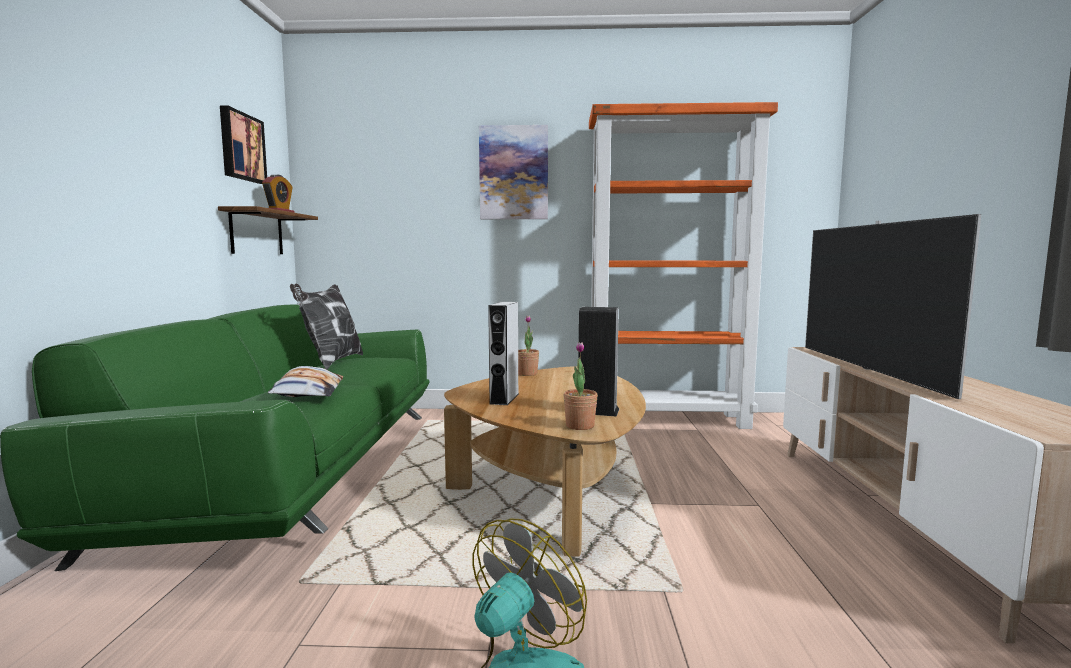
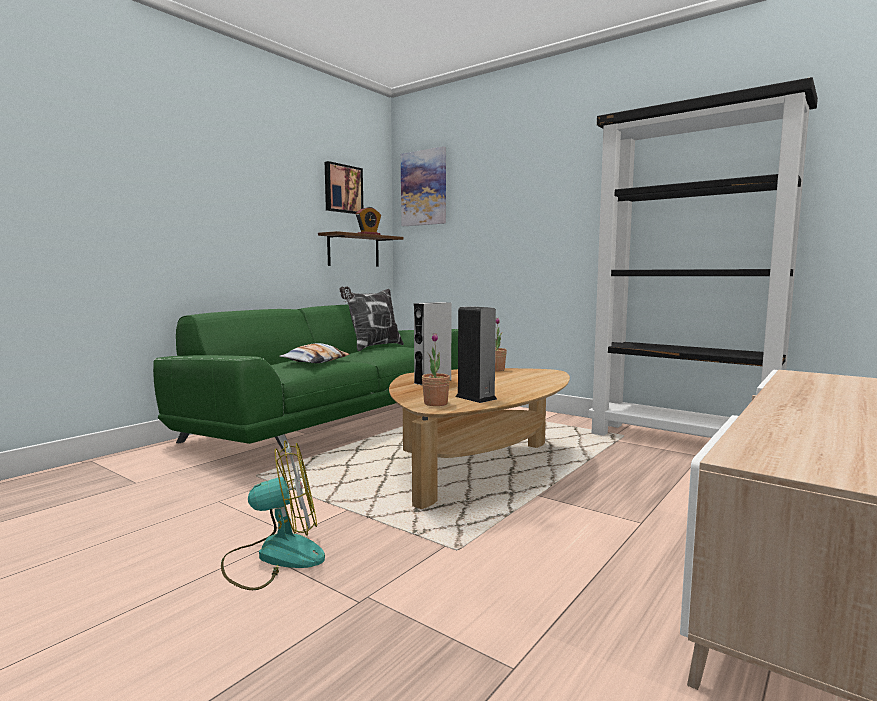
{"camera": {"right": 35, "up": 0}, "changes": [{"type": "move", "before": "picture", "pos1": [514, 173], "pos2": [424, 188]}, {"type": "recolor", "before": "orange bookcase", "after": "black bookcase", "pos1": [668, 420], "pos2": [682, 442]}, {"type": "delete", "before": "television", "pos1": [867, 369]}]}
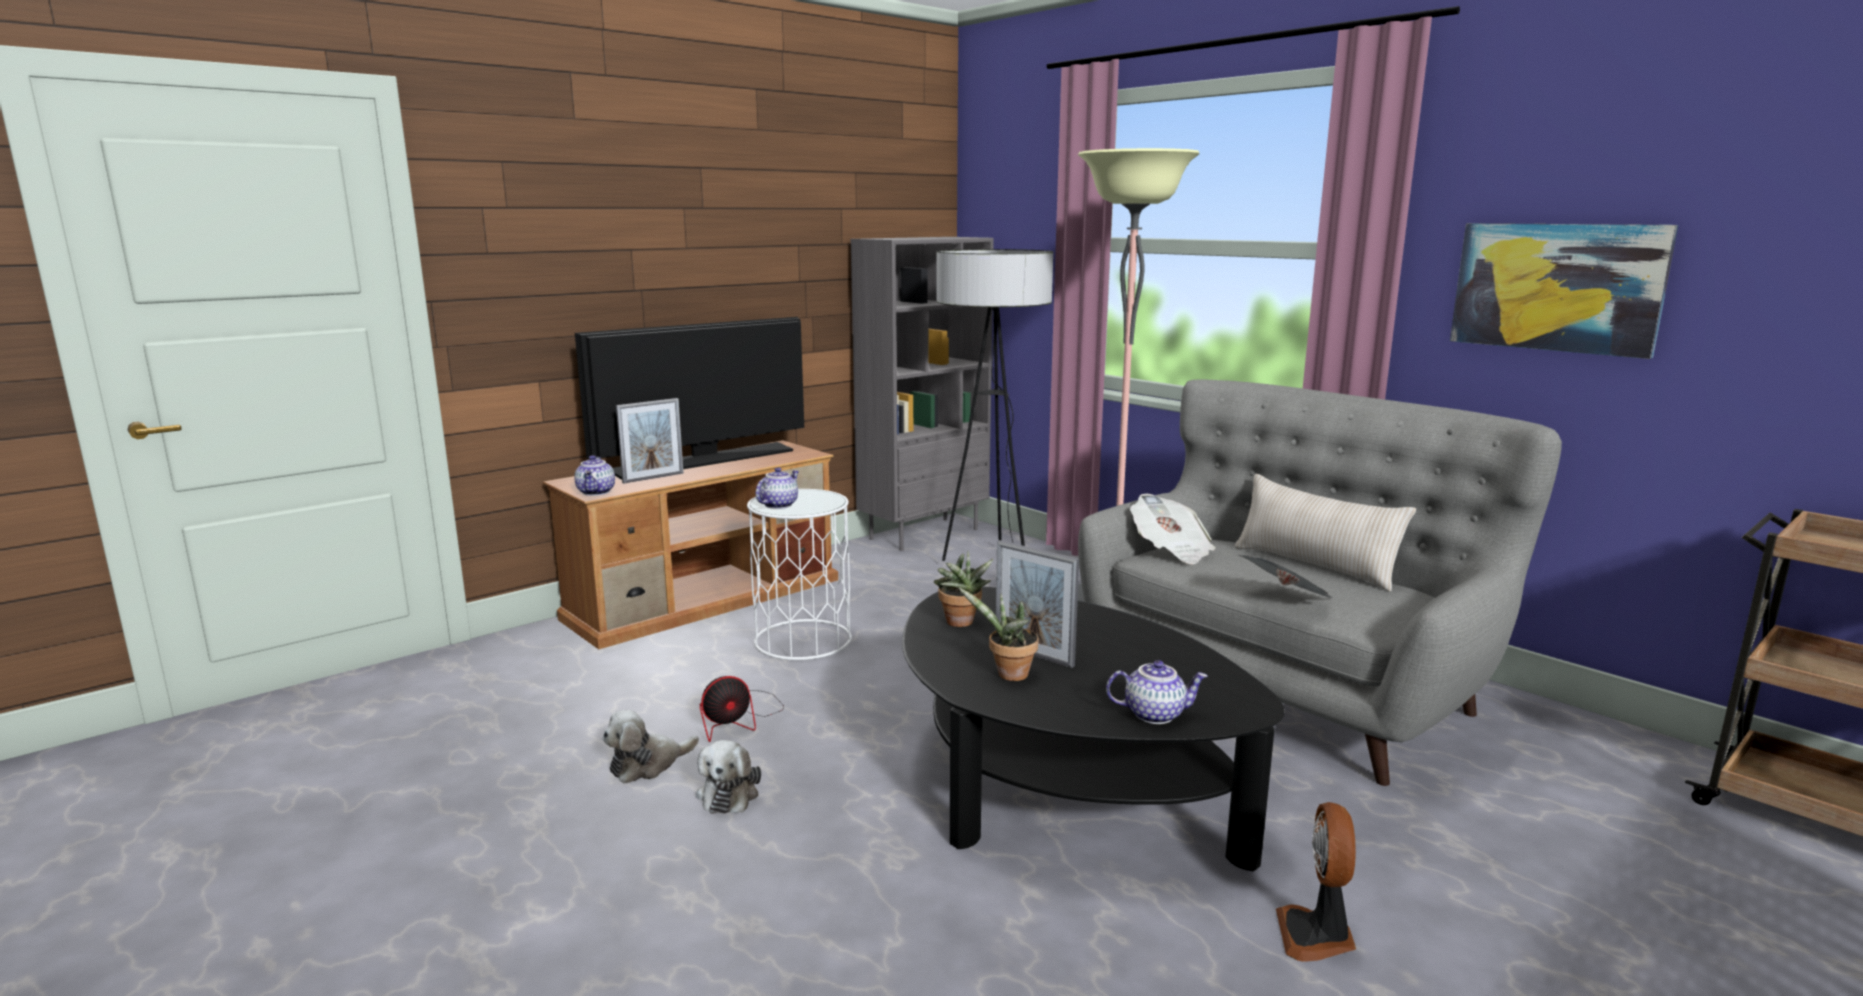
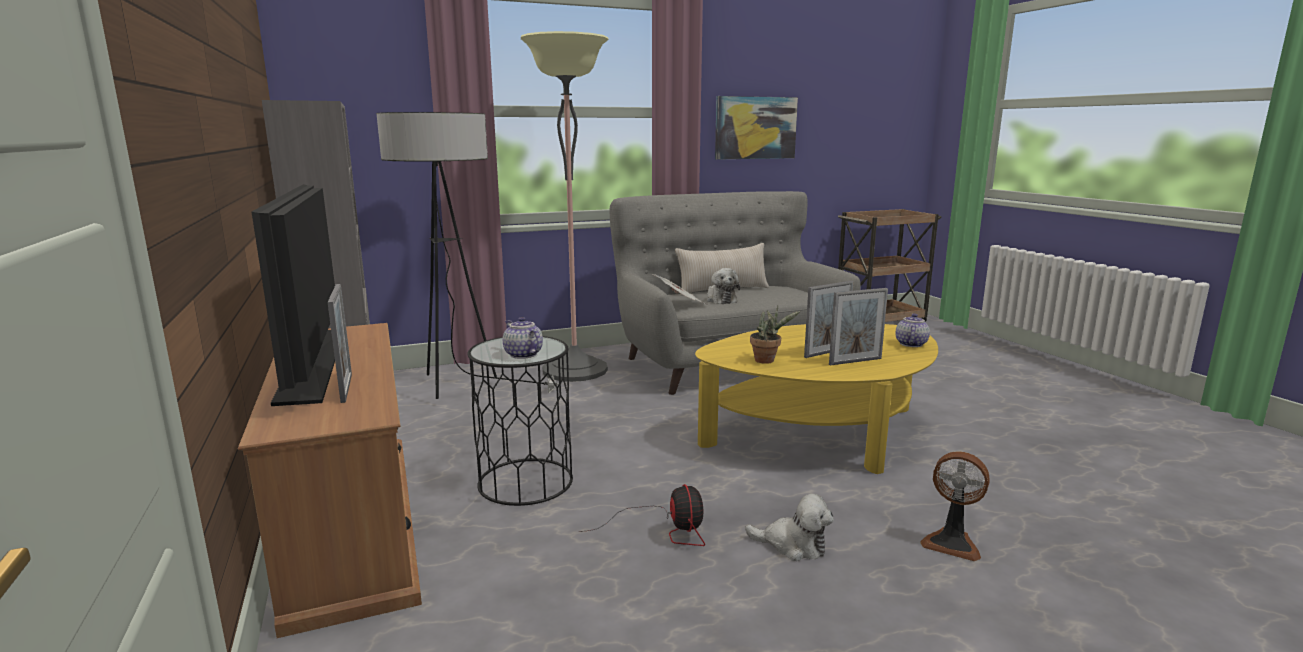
{"camera": {"right": -70, "up": 0}, "changes": [{"type": "recolor", "before": "white side table", "after": "black side table", "pos1": [802, 640], "pos2": [525, 482]}, {"type": "recolor", "before": "black coffee table", "after": "yellow coffee table", "pos1": [1058, 789], "pos2": [820, 434]}, {"type": "move", "before": "plush toy", "pos1": [648, 765], "pos2": [720, 299]}, {"type": "replace", "before": "potted plant", "after": "picture frame", "pos1": [1008, 675], "pos2": [855, 361]}, {"type": "move", "before": "fan", "pos1": [1316, 936], "pos2": [952, 543]}, {"type": "delete", "before": "teapot", "pos1": [597, 492]}, {"type": "delete", "before": "newspaper", "pos1": [1287, 602]}]}
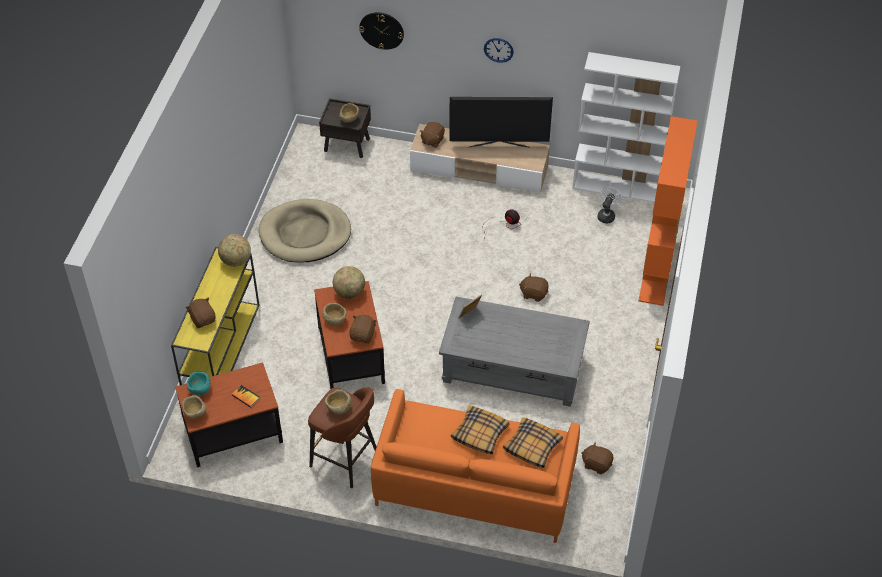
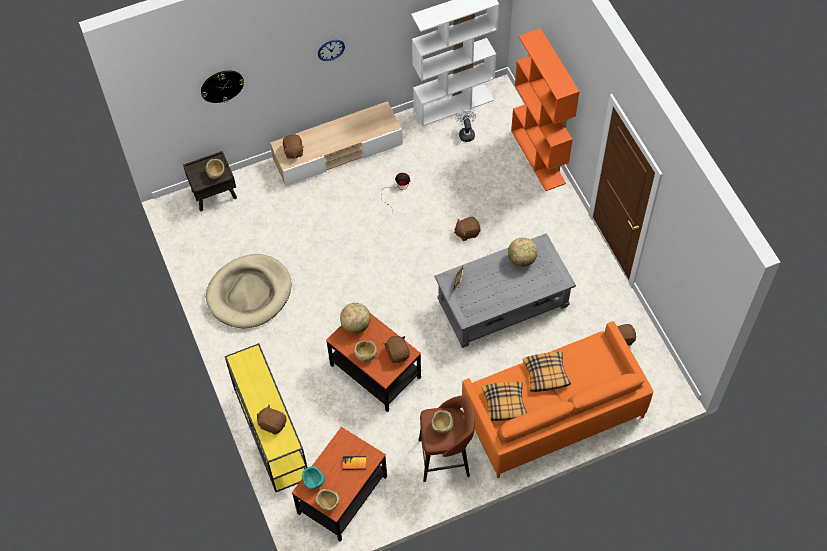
{"camera": {"right": -35, "up": 10}, "changes": [{"type": "move", "before": "pillow", "pos1": [532, 447], "pos2": [504, 404]}, {"type": "move", "before": "globe", "pos1": [236, 261], "pos2": [522, 259]}, {"type": "delete", "before": "television", "pos1": [499, 146]}]}
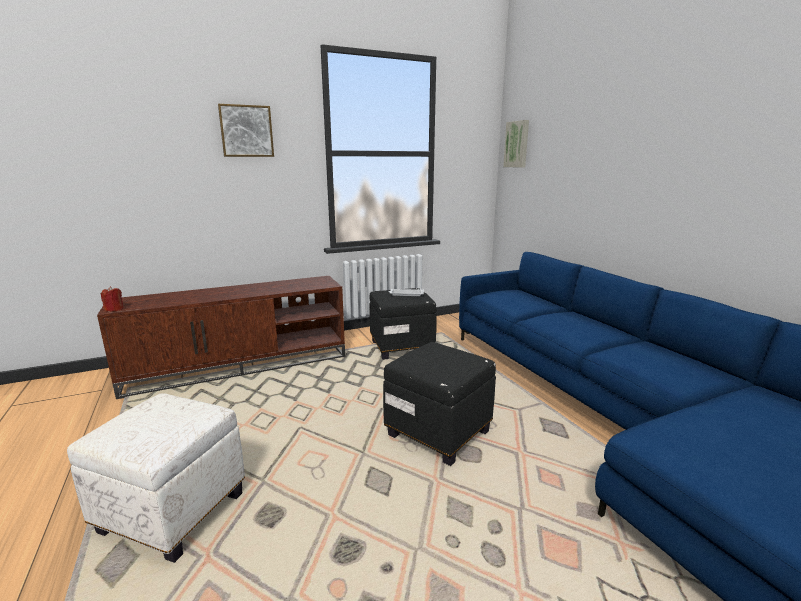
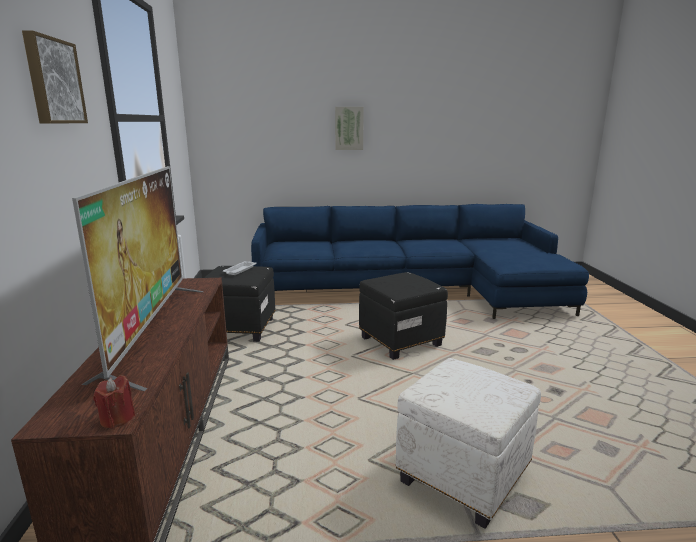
{"camera": {"right": -70, "up": 0}, "changes": [{"type": "insert", "after": "television", "pos2": [151, 330]}, {"type": "move", "before": "picture", "pos1": [517, 144], "pos2": [349, 128]}]}
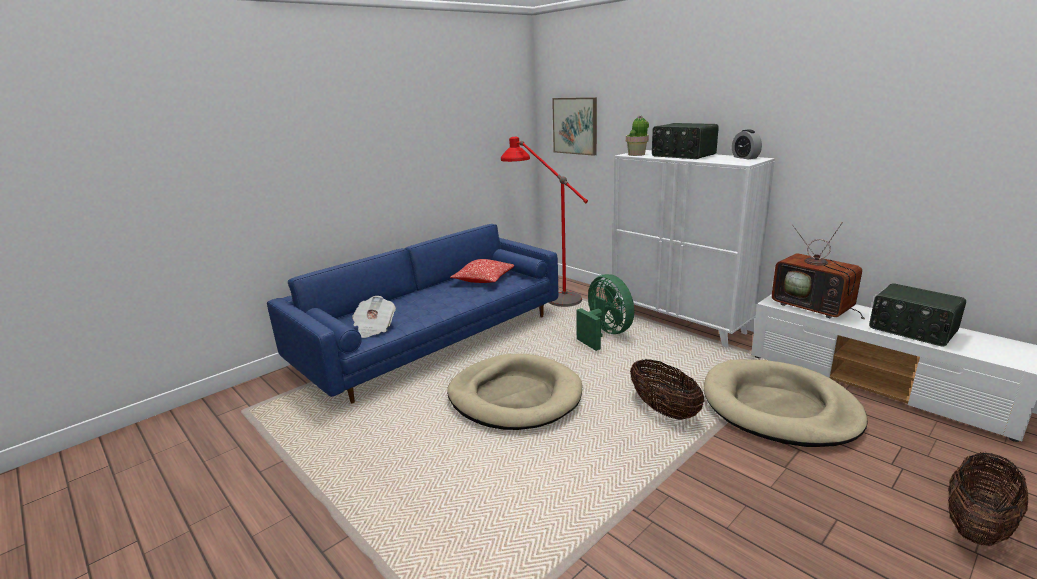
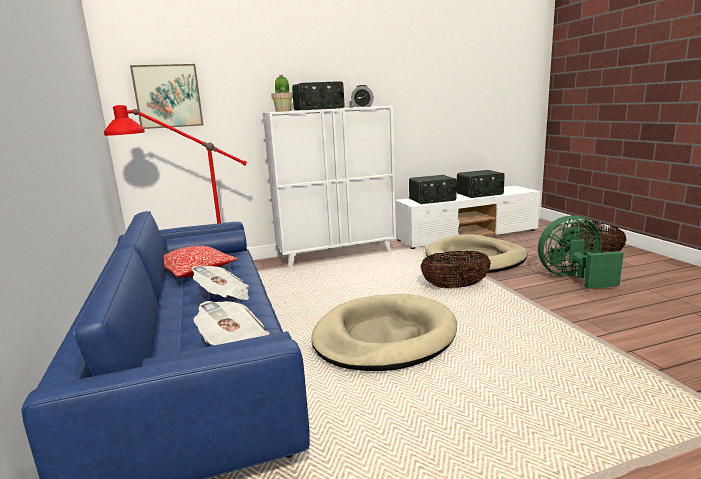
{"camera": {"right": -65, "up": -5}, "changes": [{"type": "insert", "after": "newspaper", "pos2": [224, 296]}, {"type": "replace", "before": "television", "after": "radio", "pos1": [815, 307], "pos2": [432, 200]}, {"type": "move", "before": "green fan", "pos1": [605, 334], "pos2": [573, 278]}]}
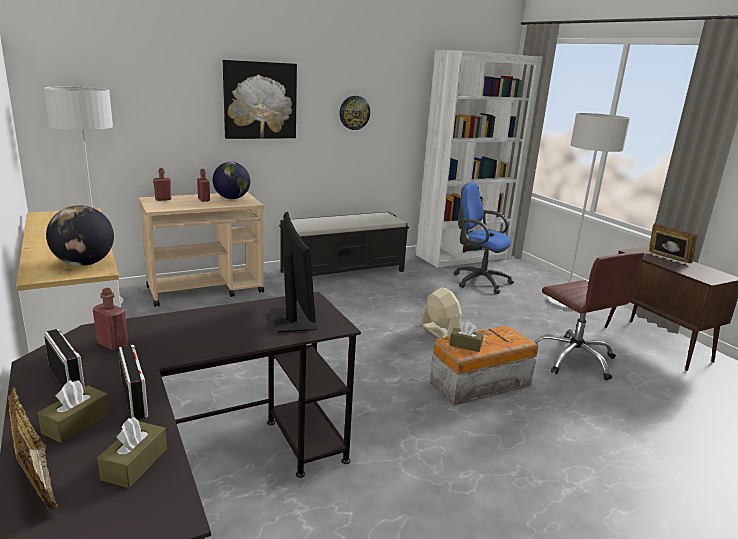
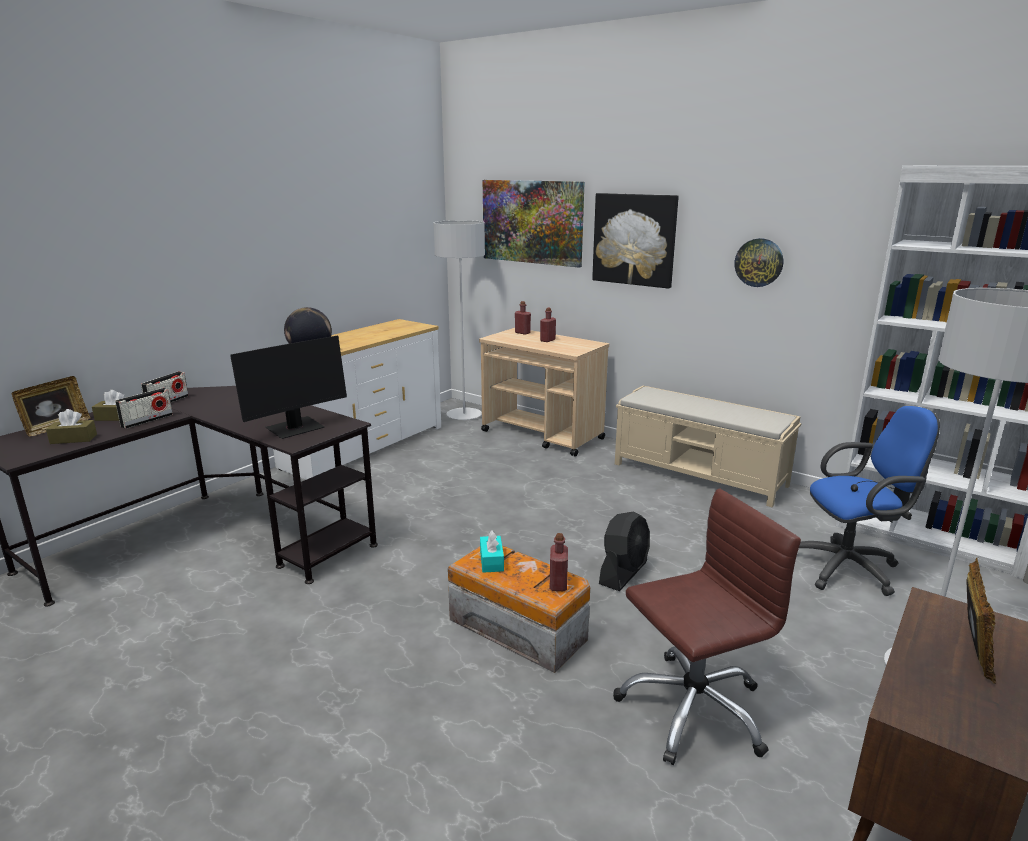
{"camera": {"right": 65, "up": 0}, "changes": [{"type": "recolor", "before": "brown tissue box", "after": "turquoise tissue box", "pos1": [465, 345], "pos2": [491, 561]}, {"type": "insert", "after": "picture", "pos2": [532, 222]}, {"type": "move", "before": "red bottle", "pos1": [112, 344], "pos2": [558, 584]}, {"type": "recolor", "before": "beige fan", "after": "black fan", "pos1": [439, 332], "pos2": [623, 573]}, {"type": "rotate", "before": "brown office chair", "pos1": [574, 359], "pos2": [692, 708], "turn": -150}, {"type": "recolor", "before": "black bench", "after": "beige bench", "pos1": [344, 271], "pos2": [700, 475]}, {"type": "rotate", "before": "blue office chair", "pos1": [478, 281], "pos2": [850, 568], "turn": 75}, {"type": "delete", "before": "globe", "pos1": [232, 198]}]}
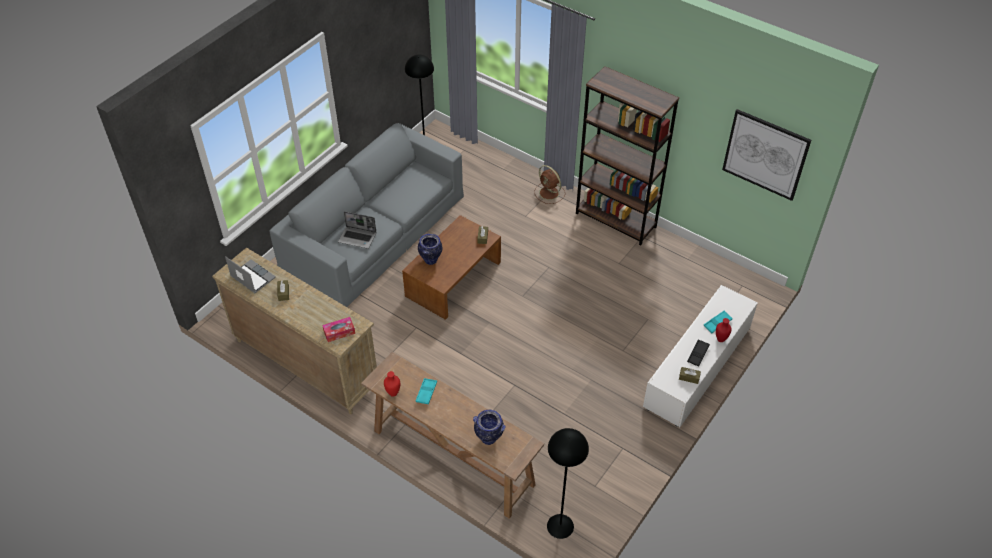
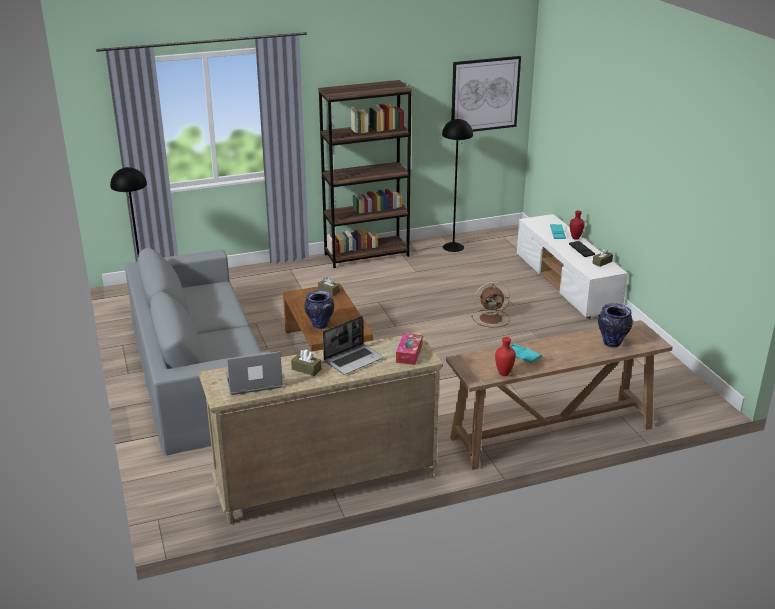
{"camera": {"right": -55, "up": -20}, "changes": [{"type": "move", "before": "laptop", "pos1": [358, 238], "pos2": [353, 359]}, {"type": "move", "before": "black floor lamp", "pos1": [560, 526], "pos2": [453, 247]}, {"type": "move", "before": "brown fan", "pos1": [549, 193], "pos2": [492, 318]}]}
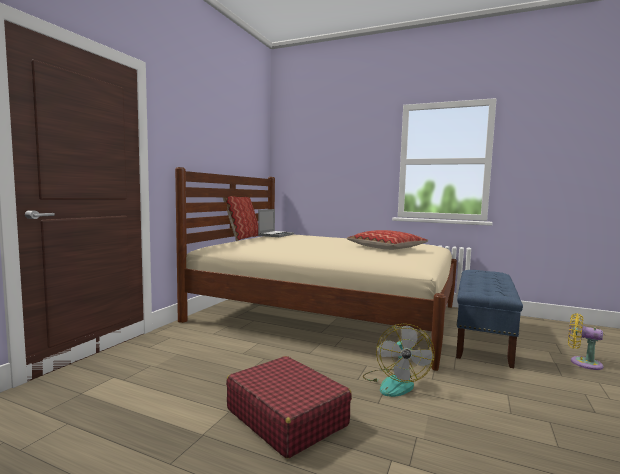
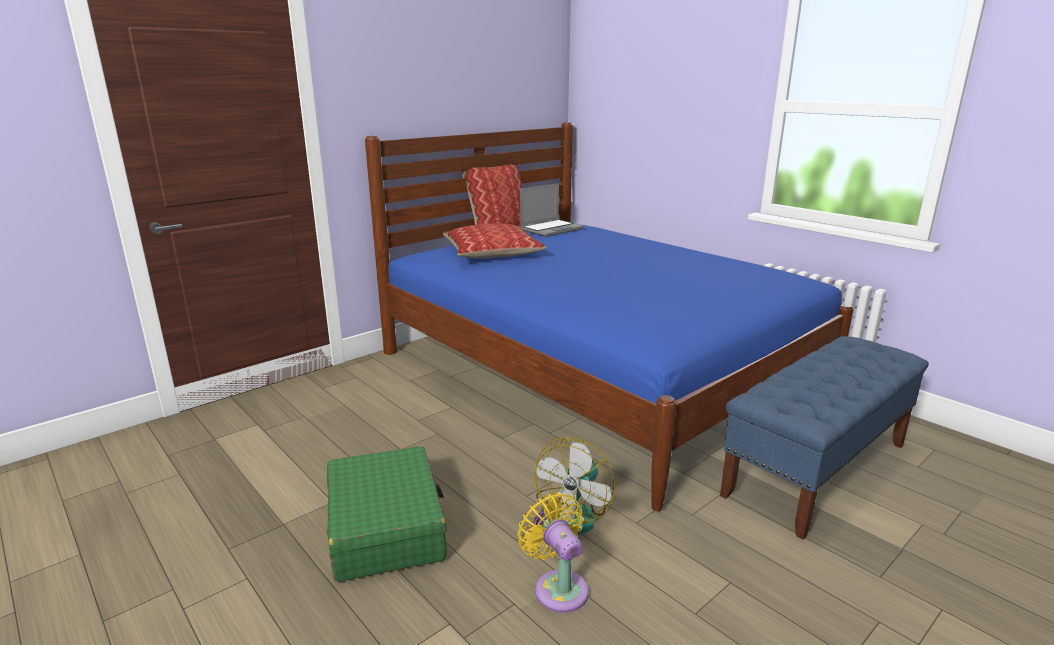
{"camera": {"right": 25, "up": 15}, "changes": [{"type": "recolor", "before": "red suitcase", "after": "green suitcase", "pos1": [286, 417], "pos2": [386, 527]}, {"type": "recolor", "before": "beige bed", "after": "blue bed", "pos1": [327, 314], "pos2": [595, 371]}, {"type": "move", "before": "pillow", "pos1": [386, 248], "pos2": [492, 253]}, {"type": "move", "before": "yellow fan", "pos1": [582, 362], "pos2": [558, 587]}]}
